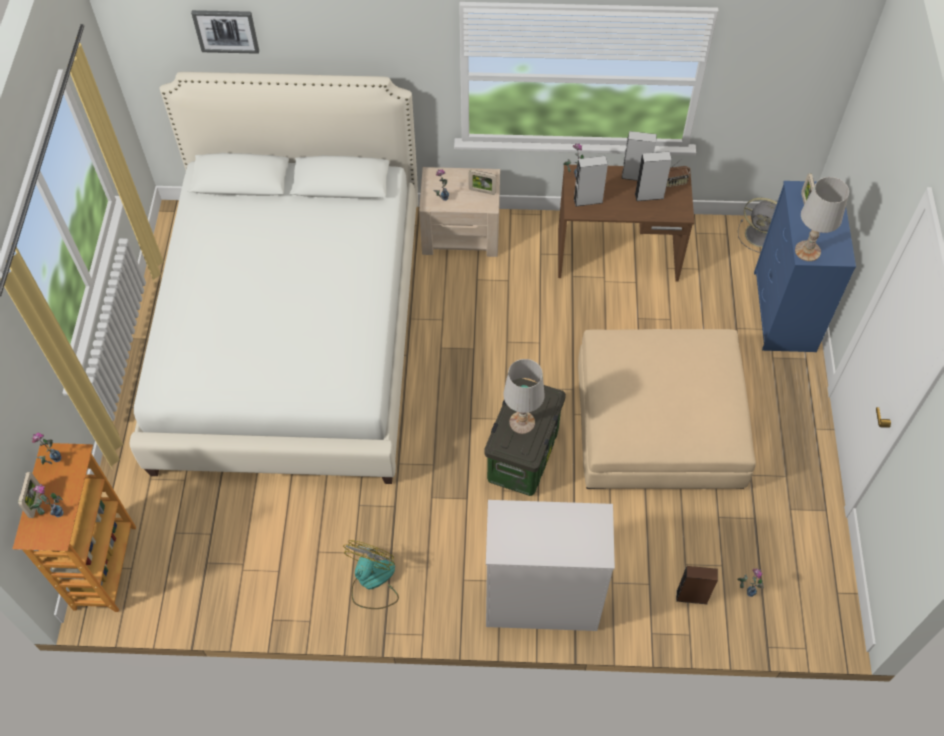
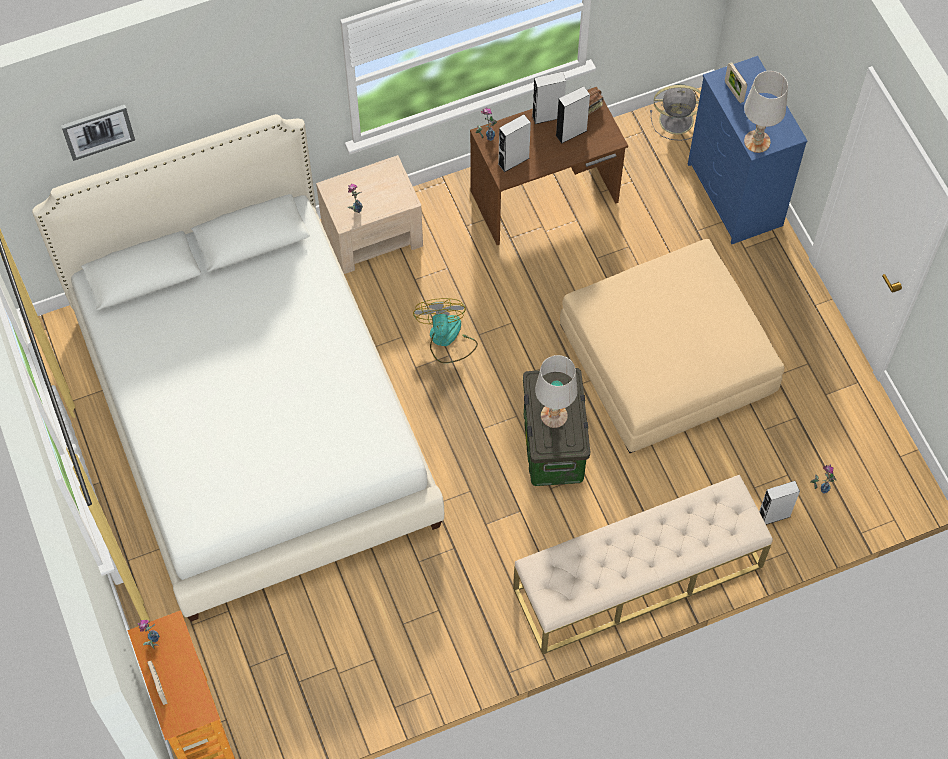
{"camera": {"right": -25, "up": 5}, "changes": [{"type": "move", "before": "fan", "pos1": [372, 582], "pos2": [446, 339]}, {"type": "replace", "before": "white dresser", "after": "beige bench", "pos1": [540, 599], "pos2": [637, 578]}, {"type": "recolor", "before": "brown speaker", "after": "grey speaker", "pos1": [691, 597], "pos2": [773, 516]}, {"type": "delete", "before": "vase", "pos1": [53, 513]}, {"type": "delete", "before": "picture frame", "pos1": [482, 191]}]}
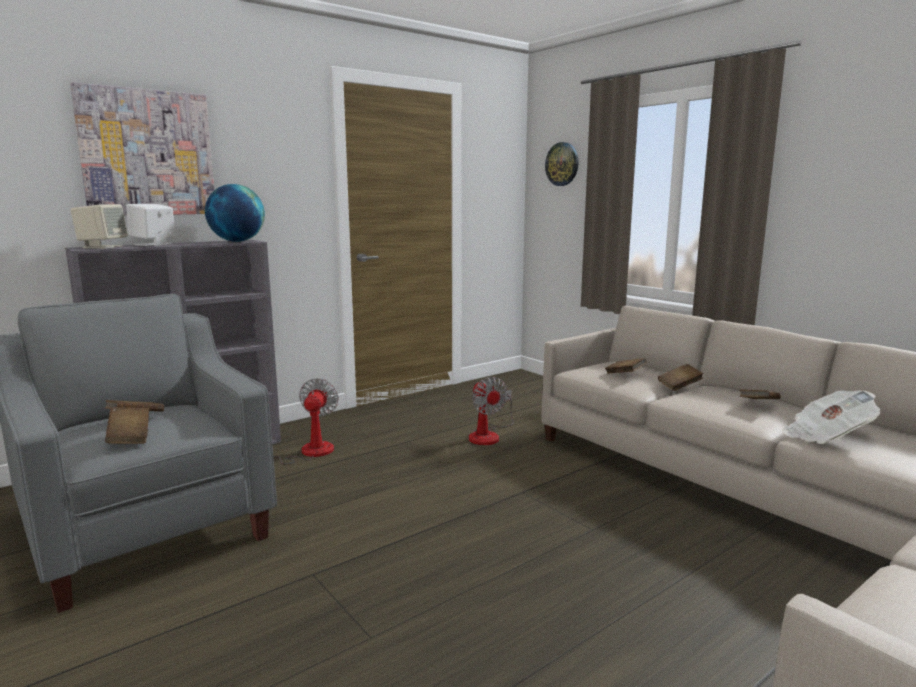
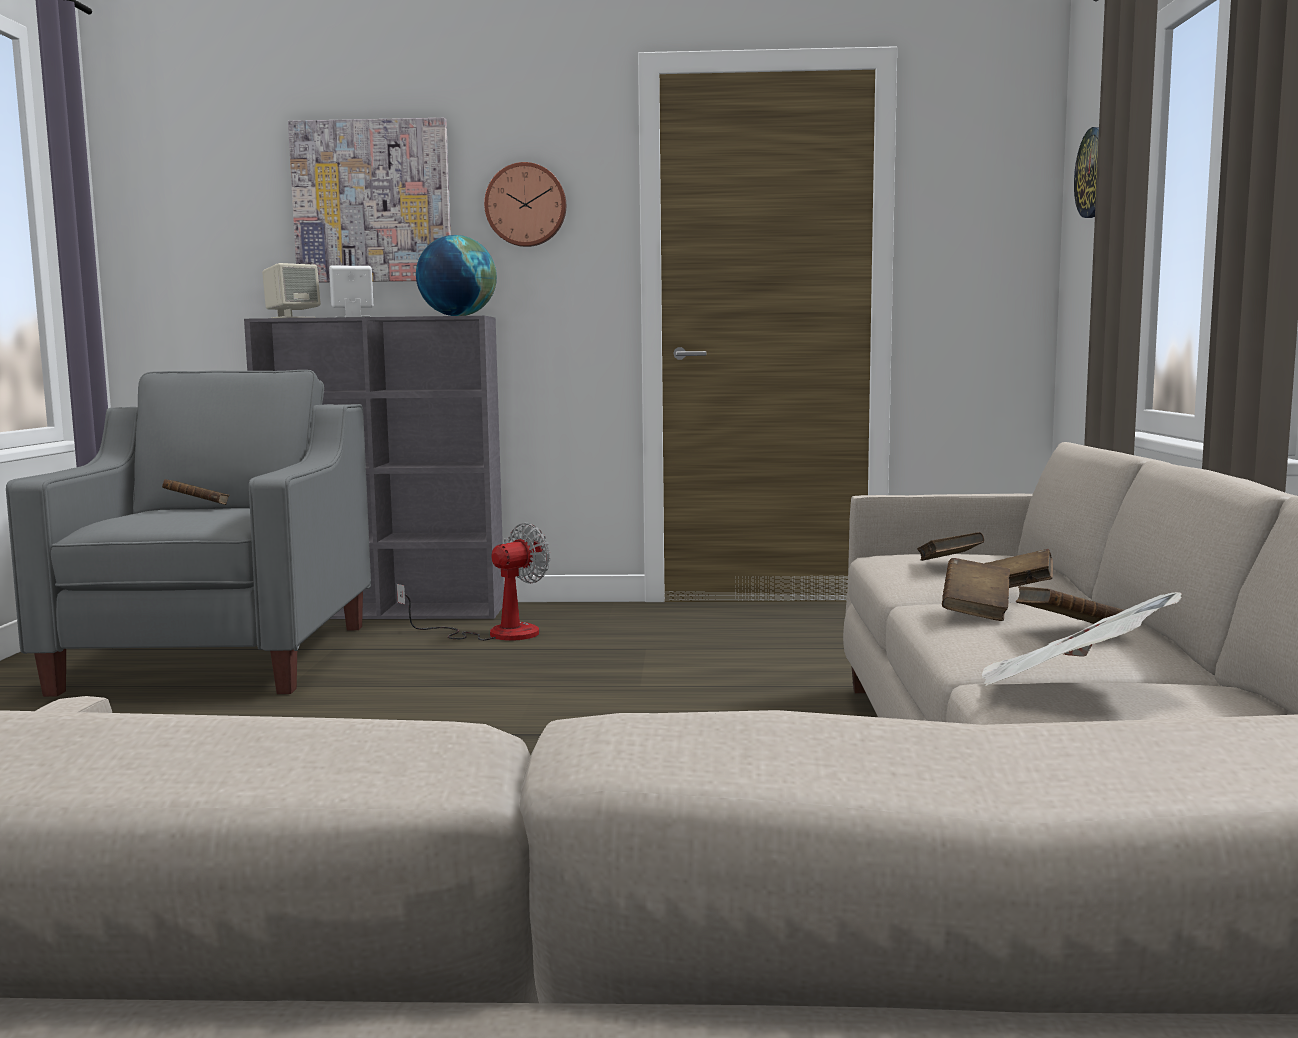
{"camera": {"right": 40, "up": -5}, "changes": [{"type": "insert", "after": "wall clock", "pos2": [526, 205]}, {"type": "move", "before": "brown book", "pos1": [130, 438], "pos2": [976, 611]}, {"type": "delete", "before": "fan", "pos1": [488, 435]}]}
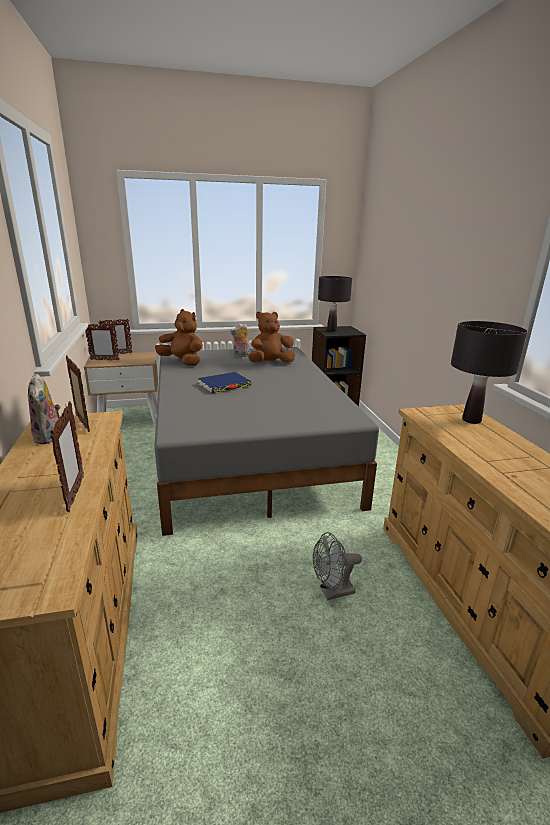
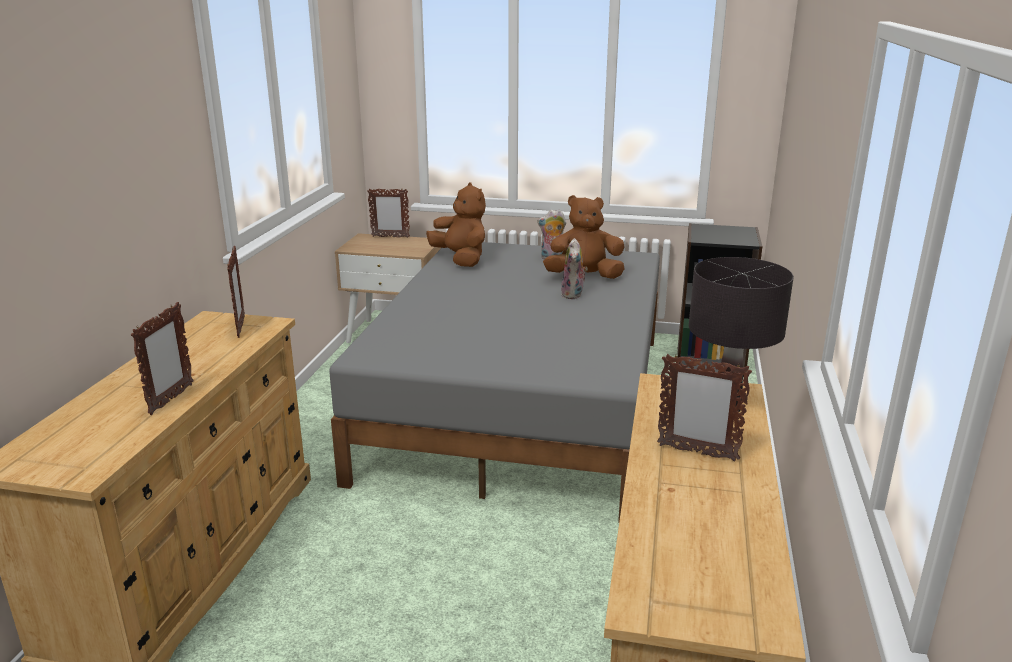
{"camera": {"right": 25, "up": 0}, "changes": [{"type": "move", "before": "plush toy", "pos1": [49, 437], "pos2": [573, 295]}, {"type": "move", "before": "picture frame", "pos1": [104, 360], "pos2": [696, 452]}, {"type": "delete", "before": "blue book", "pos1": [224, 385]}, {"type": "delete", "before": "grey fan", "pos1": [332, 592]}, {"type": "delete", "before": "black table lamp", "pos1": [331, 330]}]}
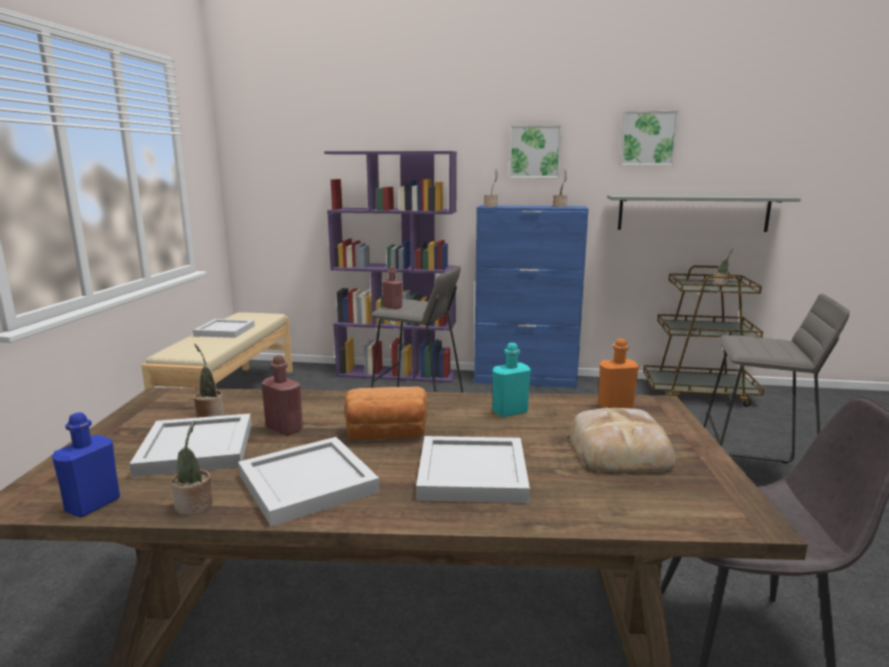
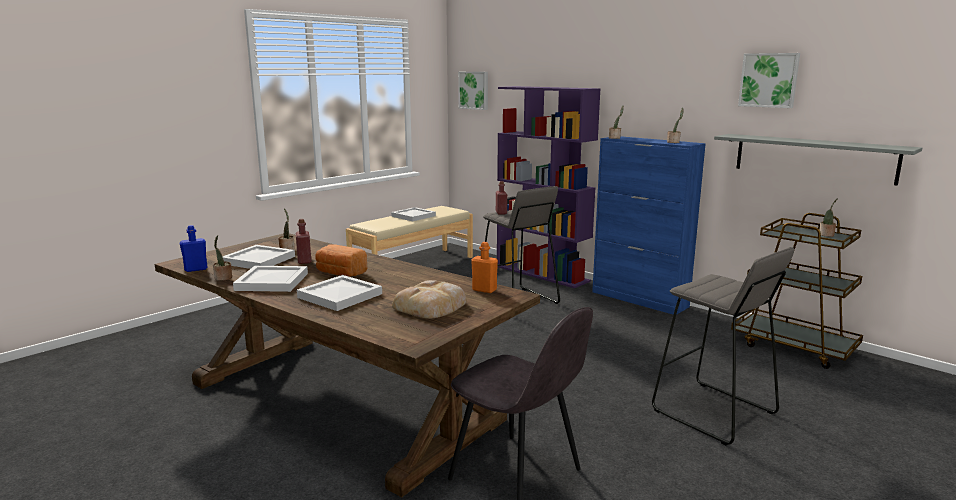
{"camera": {"right": 35, "up": 0}, "changes": [{"type": "move", "before": "picture", "pos1": [535, 152], "pos2": [474, 90]}, {"type": "delete", "before": "turquoise bottle", "pos1": [510, 411]}]}
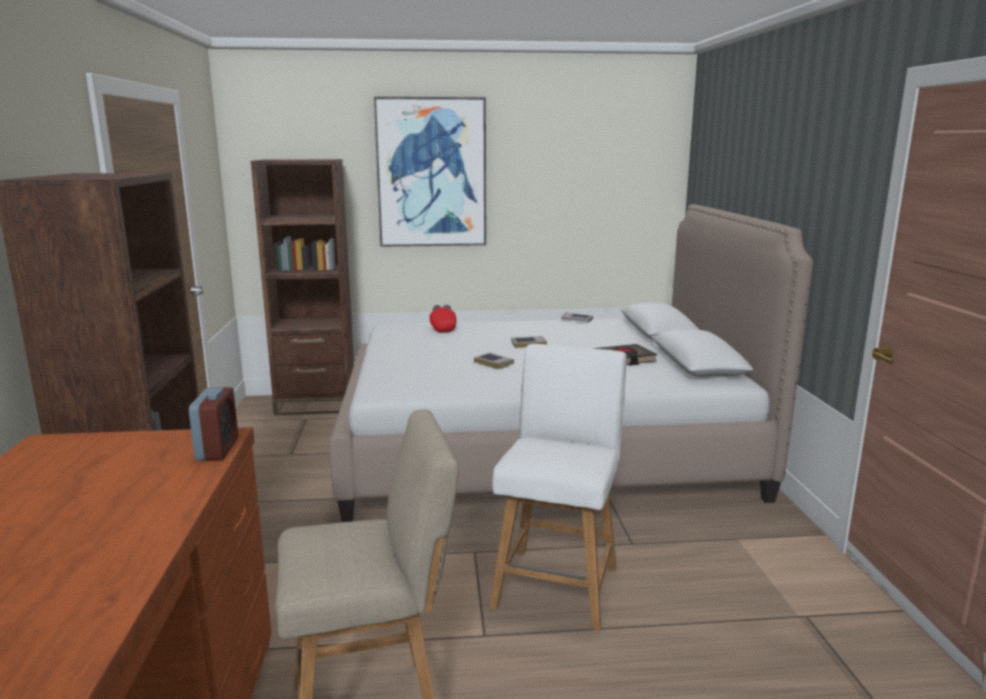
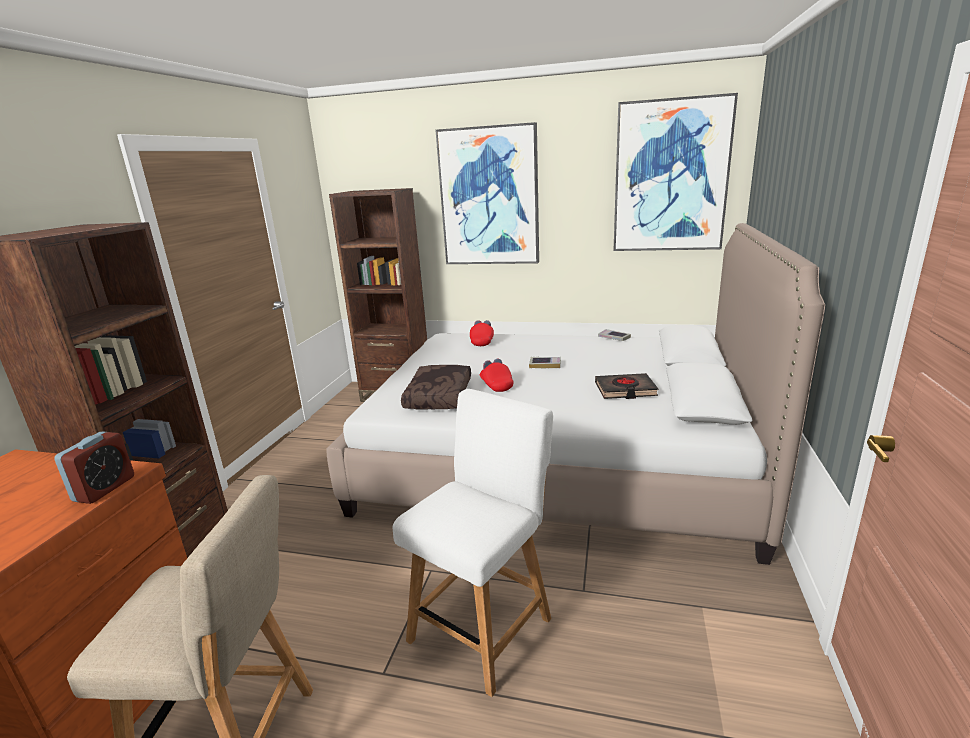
{"camera": {"right": 20, "up": 5}, "changes": [{"type": "insert", "after": "brown pillow", "pos2": [440, 396]}, {"type": "replace", "before": "book", "after": "red cap", "pos1": [494, 363], "pos2": [496, 385]}, {"type": "insert", "after": "picture", "pos2": [670, 177]}]}
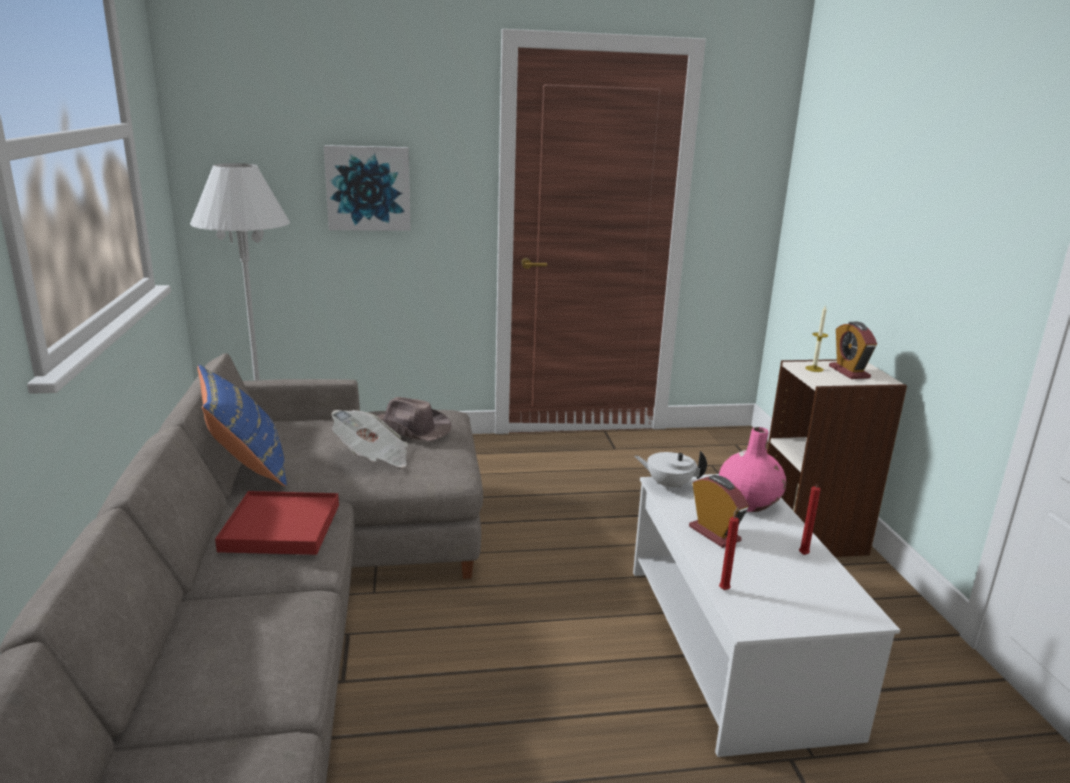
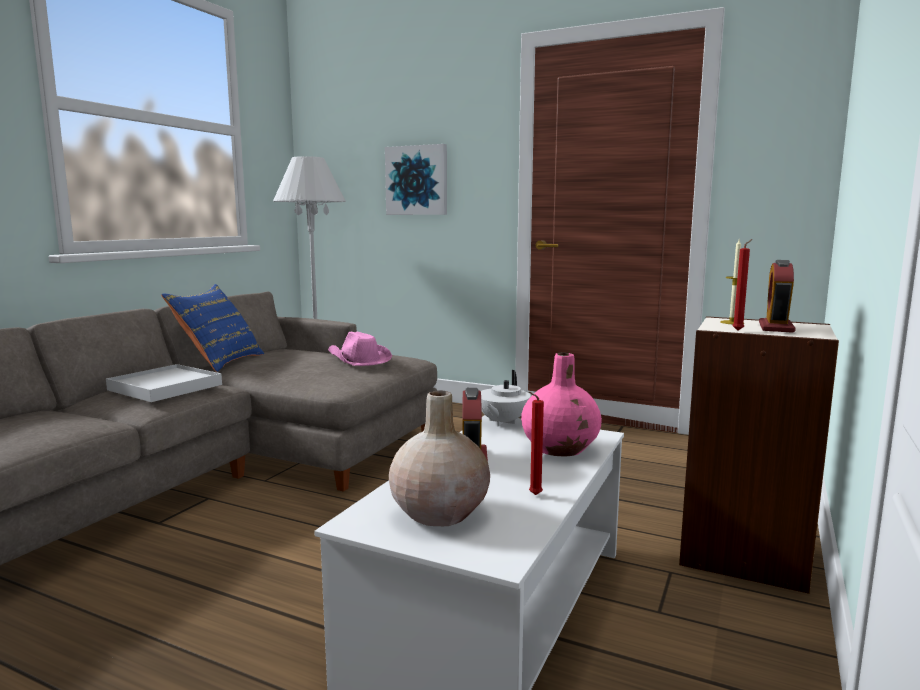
{"camera": {"right": 35, "up": -10}, "changes": [{"type": "recolor", "before": "red tray", "after": "white tray", "pos1": [281, 527], "pos2": [165, 387]}, {"type": "recolor", "before": "brown hat", "after": "pink hat", "pos1": [409, 429], "pos2": [358, 359]}, {"type": "insert", "after": "beige vase", "pos2": [439, 512]}, {"type": "rotate", "before": "white teapot", "pos1": [668, 485], "pos2": [502, 422], "turn": -120}, {"type": "move", "before": "red candle", "pos1": [724, 589], "pos2": [739, 330]}, {"type": "delete", "before": "newspaper", "pos1": [373, 457]}]}
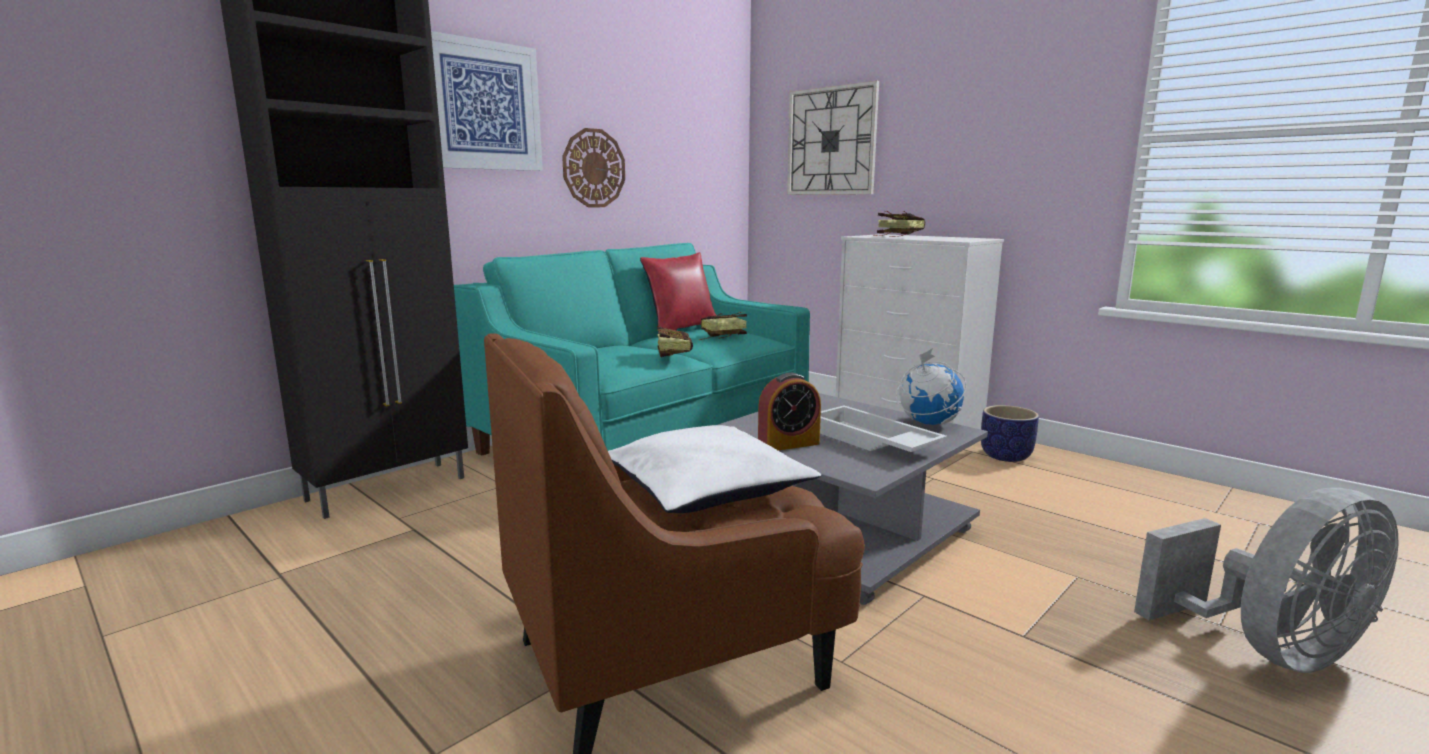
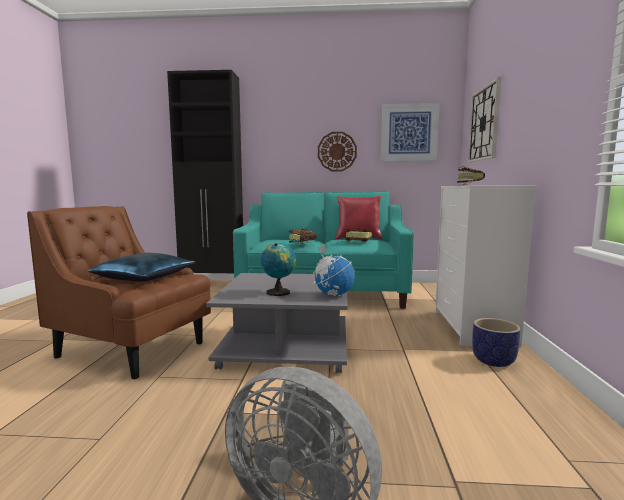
{"camera": {"right": 50, "up": -5}, "changes": [{"type": "recolor", "before": "white pillow", "after": "blue pillow", "pos1": [705, 488], "pos2": [145, 277]}, {"type": "replace", "before": "white tray", "after": "globe", "pos1": [871, 441], "pos2": [278, 292]}, {"type": "move", "before": "picture", "pos1": [483, 106], "pos2": [409, 132]}, {"type": "delete", "before": "alarm clock", "pos1": [788, 444]}]}
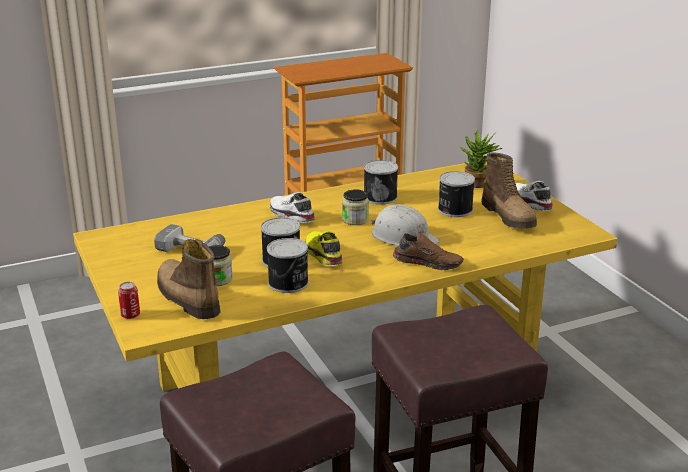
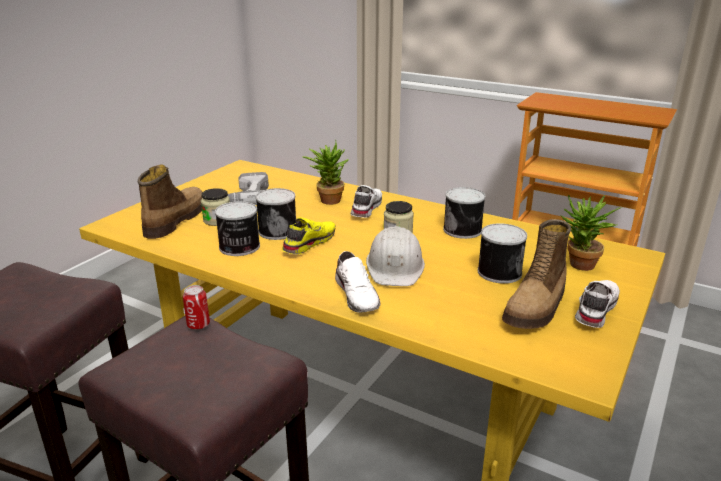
{"camera": {"right": 55, "up": 0}, "changes": [{"type": "move", "before": "can", "pos1": [130, 315], "pos2": [198, 325]}, {"type": "insert", "after": "potted plant", "pos2": [327, 199]}, {"type": "recolor", "before": "brown shoe", "after": "white shoe", "pos1": [428, 262], "pos2": [358, 295]}]}
